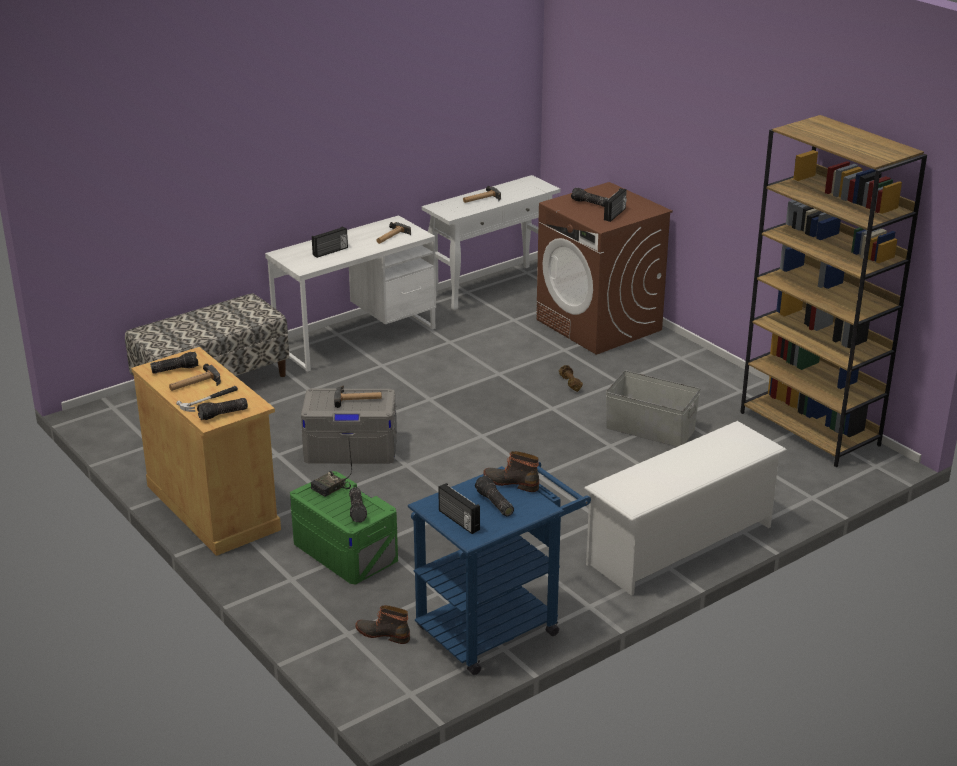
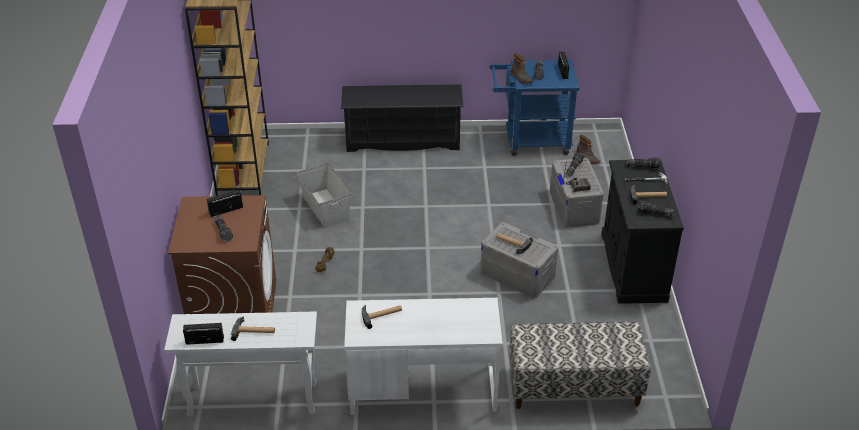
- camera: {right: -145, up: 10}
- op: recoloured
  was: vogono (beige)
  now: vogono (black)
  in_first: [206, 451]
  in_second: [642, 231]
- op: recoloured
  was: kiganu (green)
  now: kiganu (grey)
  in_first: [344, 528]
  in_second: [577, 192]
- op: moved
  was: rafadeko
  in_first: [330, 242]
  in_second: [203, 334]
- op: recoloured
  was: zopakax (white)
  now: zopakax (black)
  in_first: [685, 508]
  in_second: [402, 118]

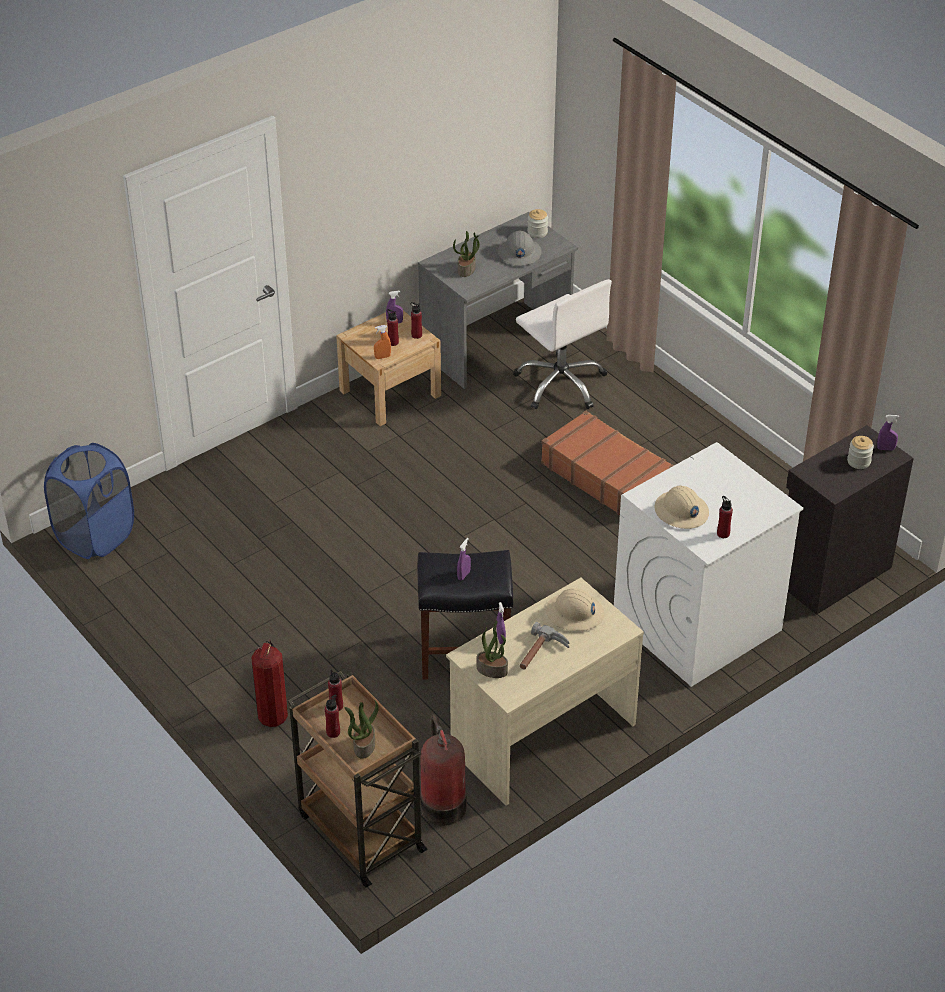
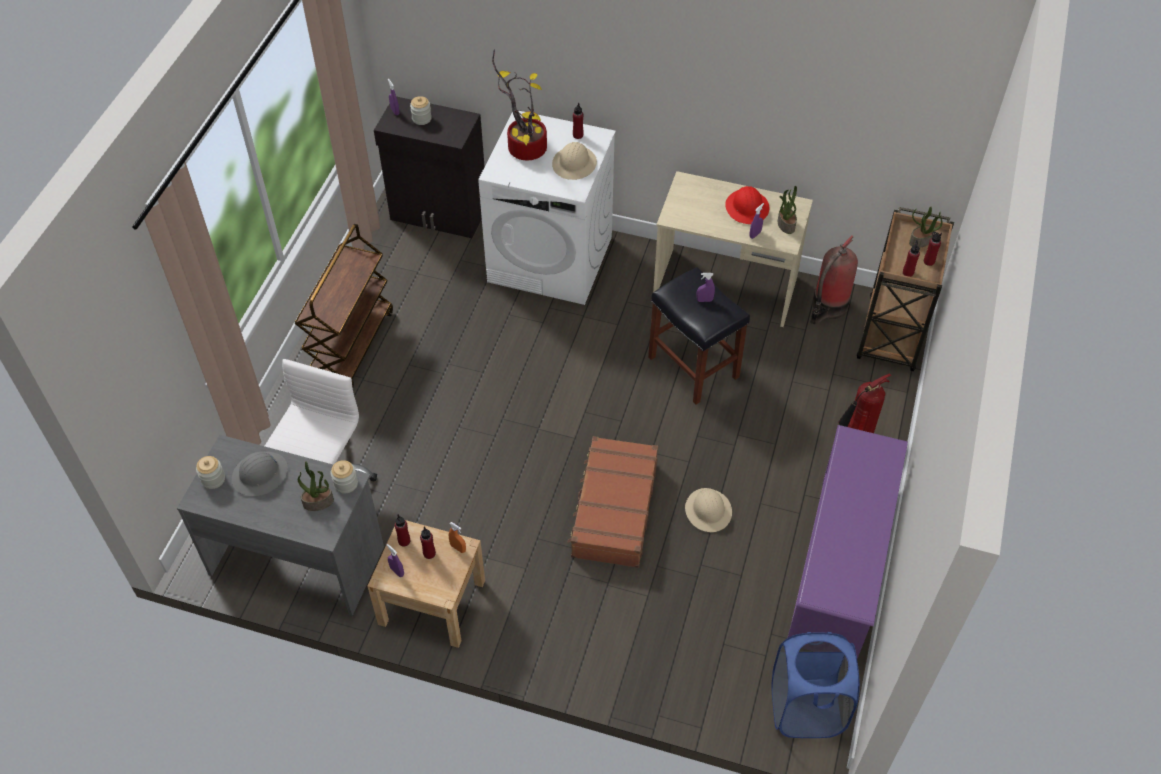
- camera: {right: -125, up: 10}
- op: replaced
  was: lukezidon
  now: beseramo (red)
  in_first: [545, 646]
  in_second: [747, 205]
- op: moved
  was: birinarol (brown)
  in_first: [607, 463]
  in_second: [612, 502]
- op: moved
  was: beseramo (beige)
  in_first: [575, 609]
  in_second: [708, 510]
- op: added
  now: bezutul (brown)
  in_second: [344, 306]
- op: added
  now: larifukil
  in_second: [344, 477]
- op: added
  now: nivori
  in_second: [519, 105]
- op: added
  now: zopakax (purple)
  in_second: [847, 542]

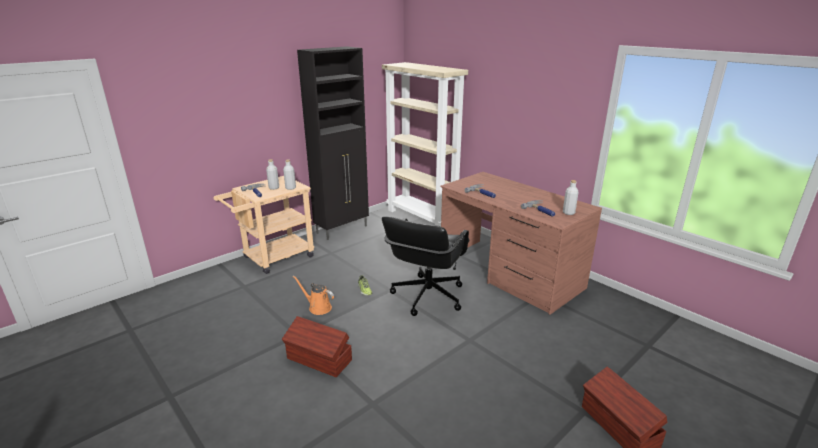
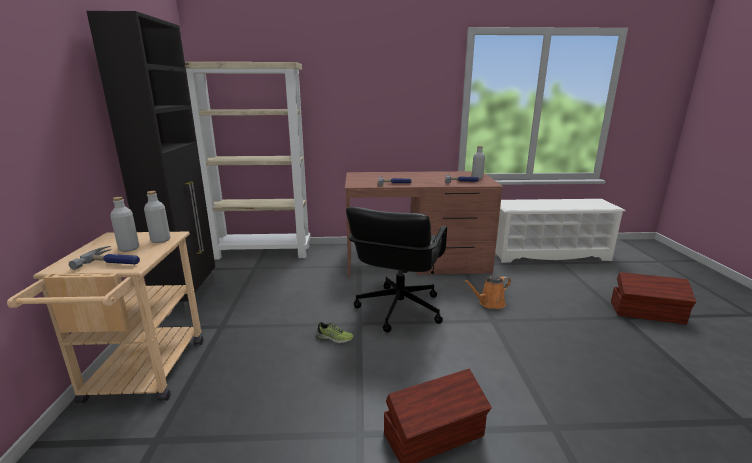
- camera: {right: -50, up: -5}
- op: moved
  was: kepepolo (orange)
  in_first: [313, 295]
  in_second: [487, 292]
- op: turned
  was: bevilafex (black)
  in_first: [425, 266]
  in_second: [396, 270]
  clockwise: 45
- op: added
  now: zopakax (white)
  in_second: [560, 231]

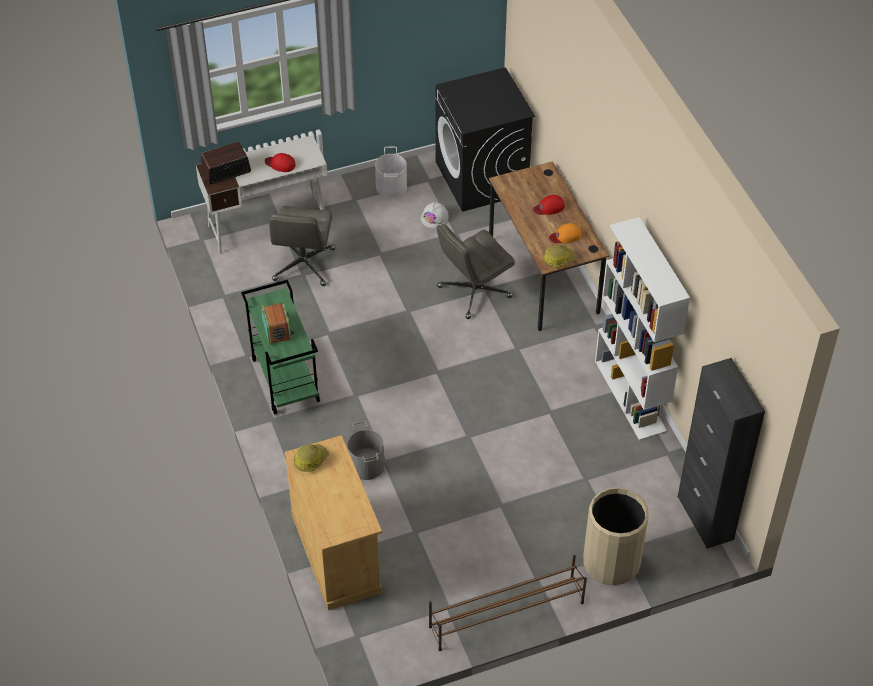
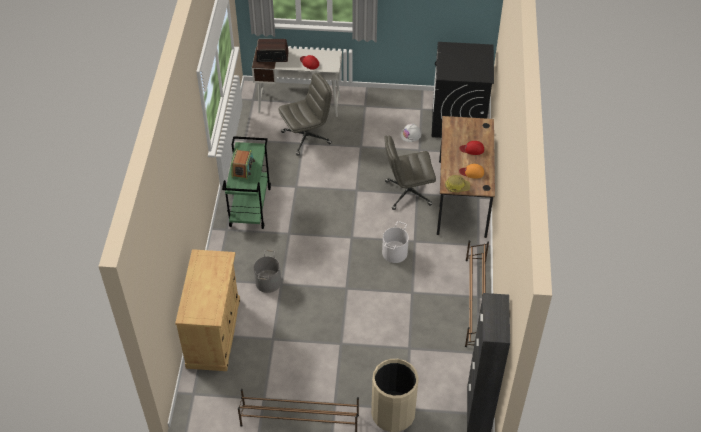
- camera: {right: 25, up: 0}
- op: turned
  was: bevilafex (grey)
  in_first: [302, 246]
  in_second: [305, 114]
  clockwise: -150
- op: removed
  was: beseramo
  in_first: [311, 458]
- op: moved
  was: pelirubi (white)
  in_first: [391, 172]
  in_second: [395, 242]
- op: replaced
  was: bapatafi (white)
  now: zopakax (brown)
  in_first: [642, 329]
  in_second: [477, 293]

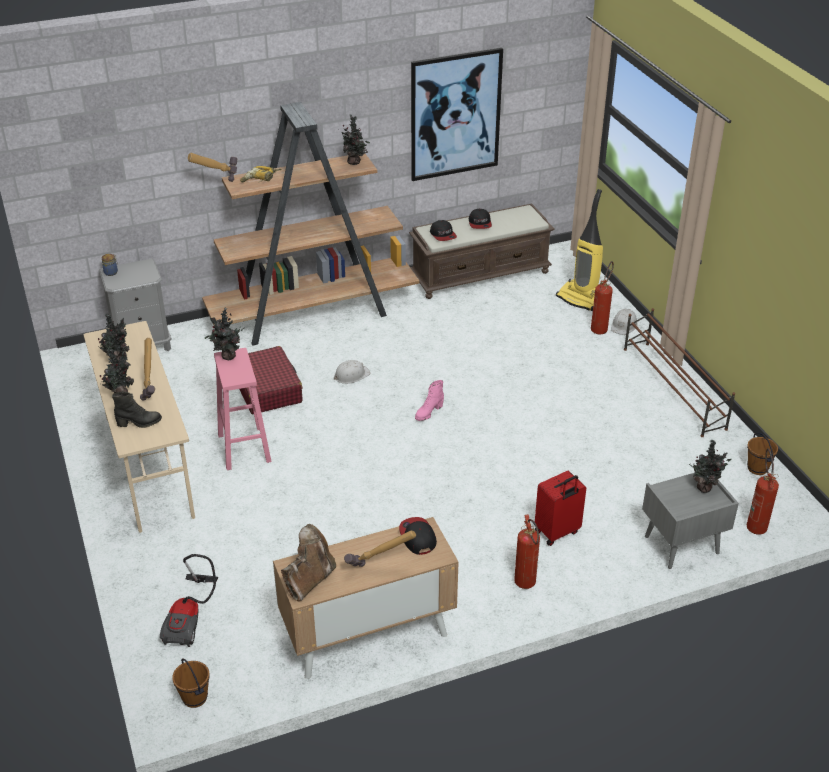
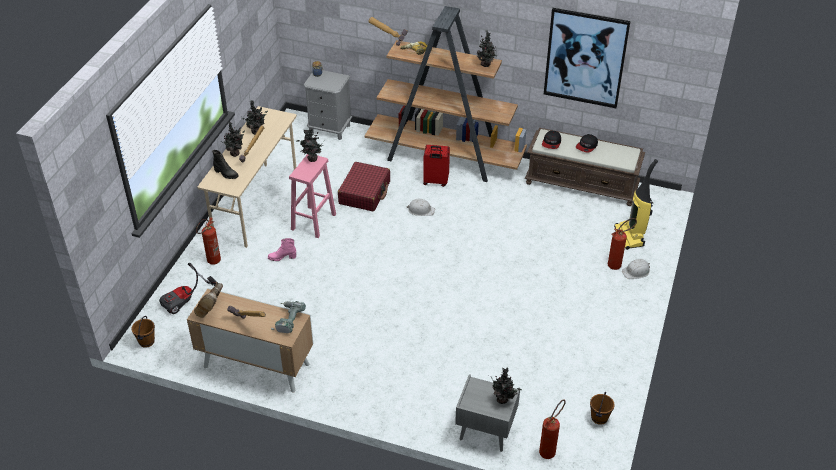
- camera: {right: 40, up: 5}
- op: turned
  was: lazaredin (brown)
  in_first: [308, 563]
  in_second: [208, 300]
  clockwise: 120
- op: replaced
  was: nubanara
  now: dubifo
  in_first: [418, 536]
  in_second: [288, 317]
- op: moved
  was: lazaredin (pink)
  in_first: [429, 400]
  in_second: [282, 249]
- op: moved
  was: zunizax
  in_first: [527, 551]
  in_second: [208, 241]
- op: moved
  was: birinarol (red)
  in_first: [560, 508]
  in_second: [436, 166]
- op: removed
  was: zopakax (brown)
  in_first: [679, 372]

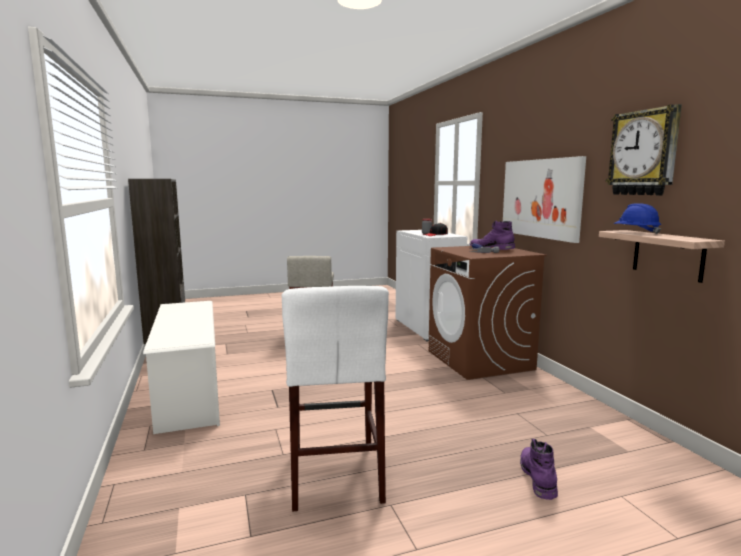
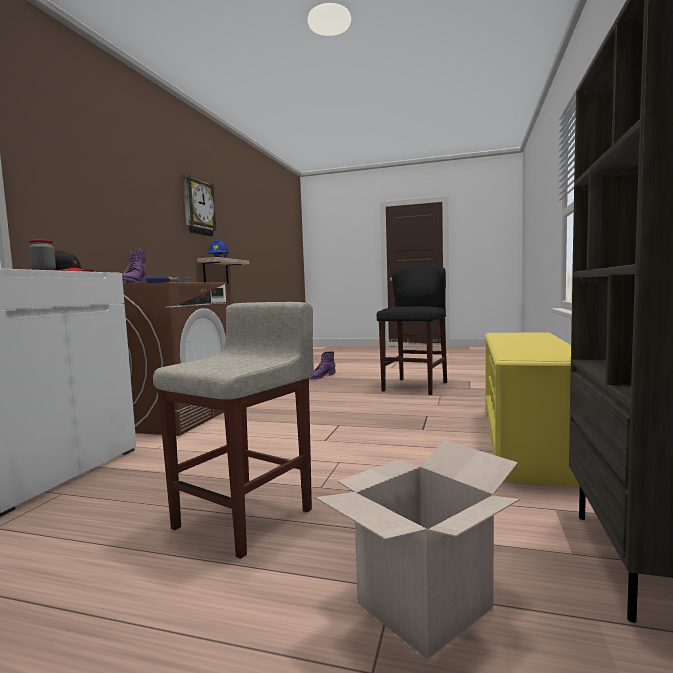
- camera: {right: -145, up: -5}
- op: recoloured
  was: zopakax (white)
  now: zopakax (yellow)
  in_first: [181, 367]
  in_second: [532, 409]
- op: recoloured
  was: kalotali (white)
  now: kalotali (black)
  in_first: [335, 398]
  in_second: [412, 330]
- op: removed
  was: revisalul
  in_first: [544, 199]
- op: added
  now: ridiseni
  in_second: [418, 550]

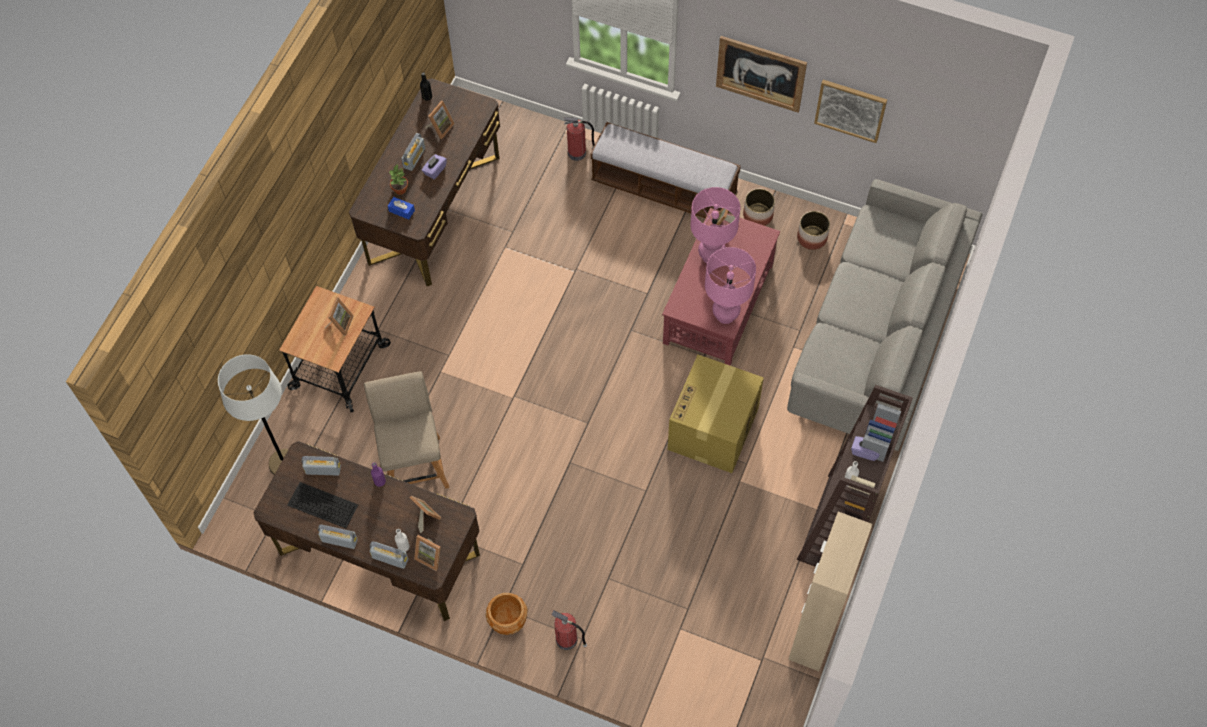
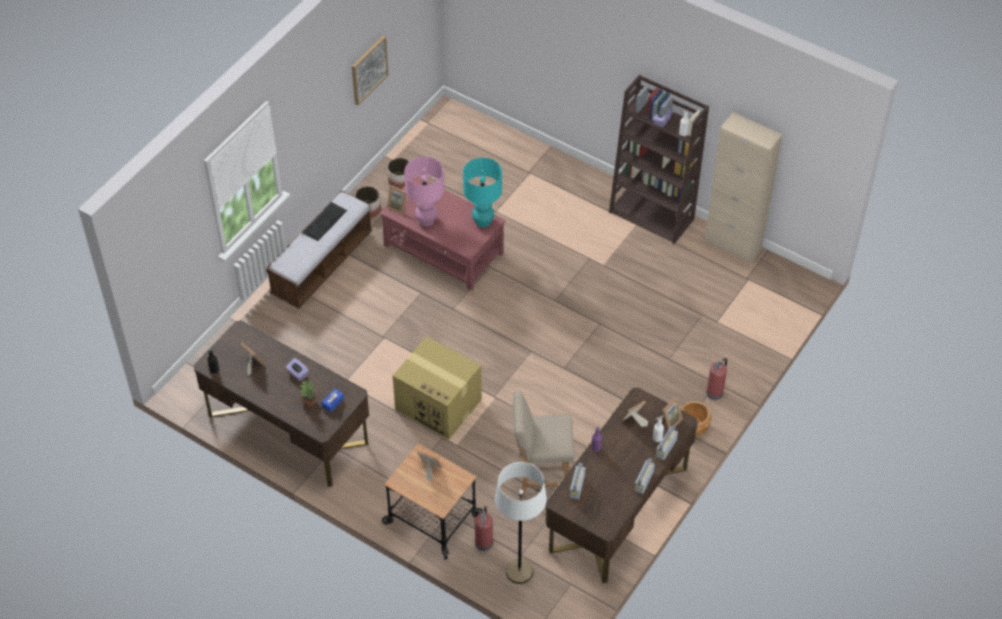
- camera: {right: -80, up: -10}
- op: moved
  was: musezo
  in_first: [322, 505]
  in_second: [324, 221]
- op: removed
  was: rafadeko
  in_first: [413, 152]
- op: moved
  was: zunizax
  in_first: [579, 139]
  in_second: [484, 528]
- op: moved
  was: ridiseni
  in_first: [716, 413]
  in_second: [437, 387]
- op: recoloured
  was: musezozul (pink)
  now: musezozul (turquoise)
  in_first: [730, 285]
  in_second: [482, 192]
- op: removed
  was: revisalul
  in_first: [761, 74]
- op: removed
  was: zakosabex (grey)
  in_first: [884, 315]

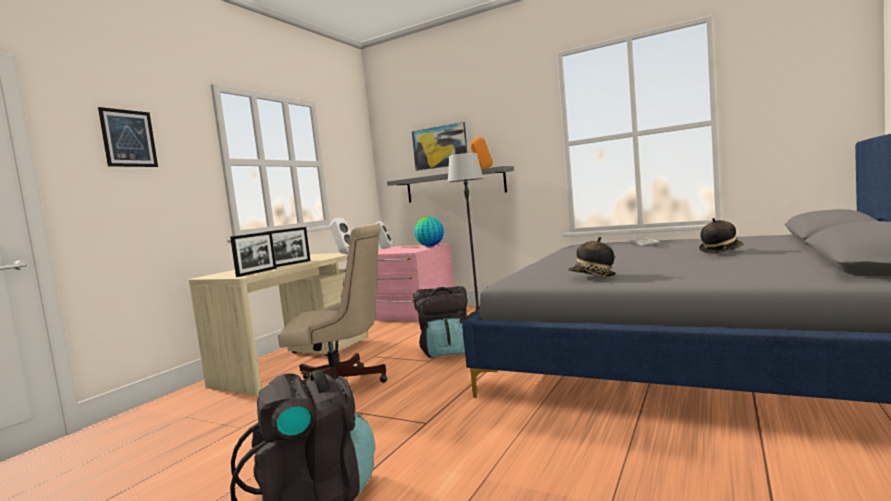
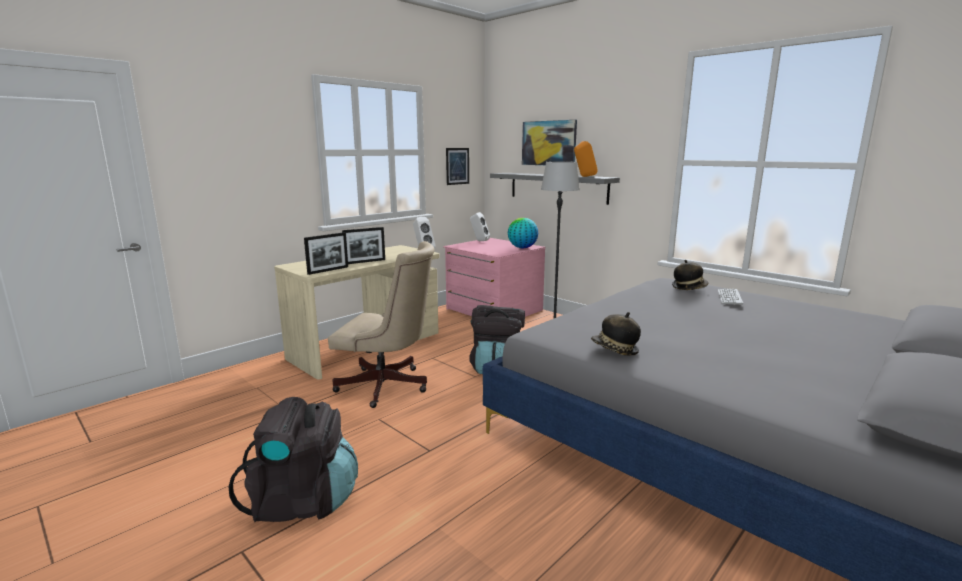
- camera: {right: 15, up: 10}
- op: moved
  was: revisalul
  in_first: [128, 137]
  in_second: [457, 166]
- op: moved
  was: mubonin
  in_first: [721, 235]
  in_second: [690, 275]

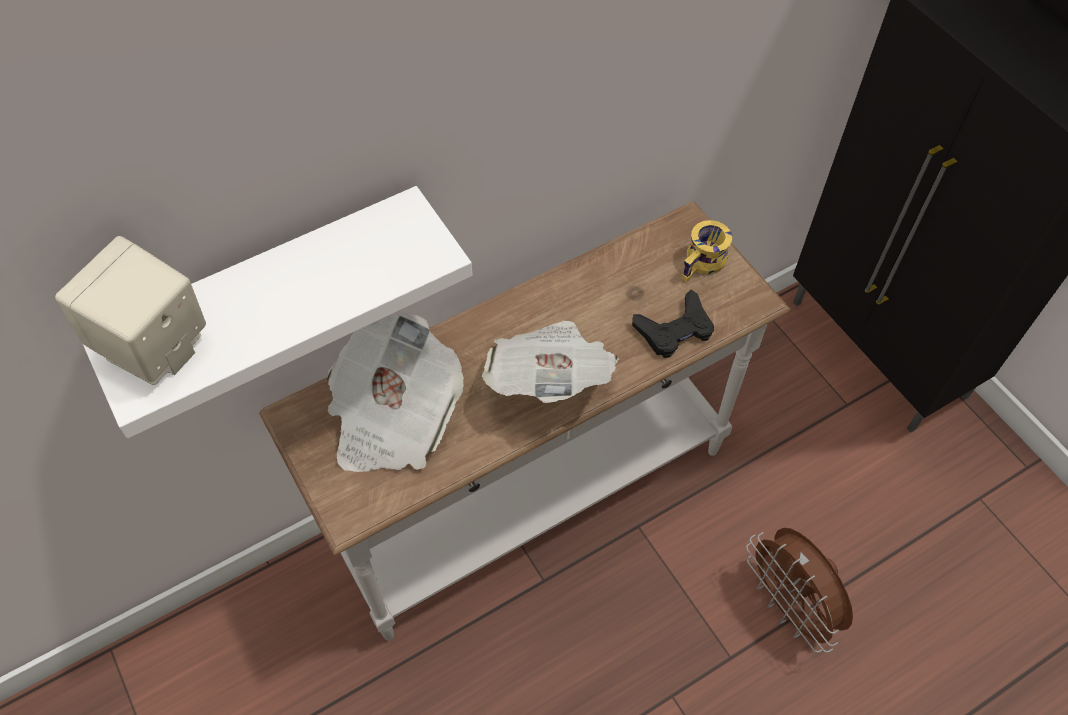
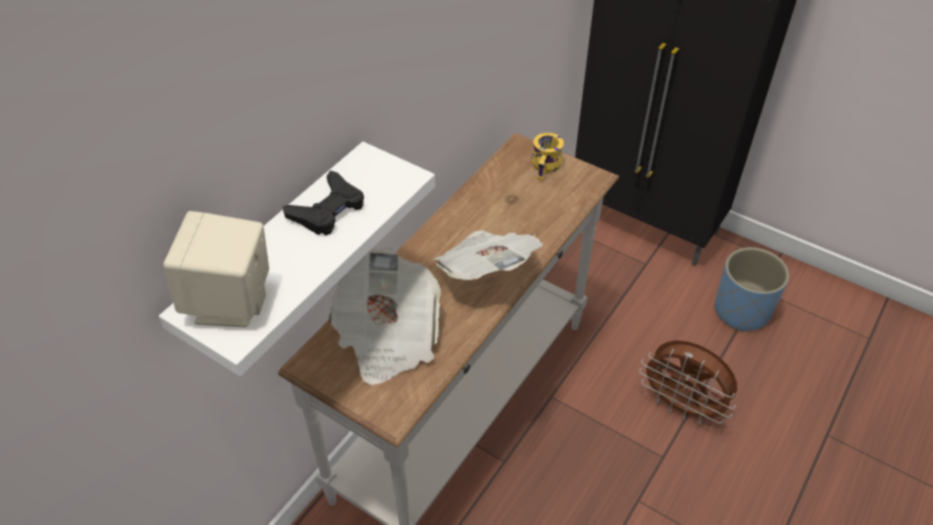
- camera: {right: -25, up: -10}
- op: moved
  was: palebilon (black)
  in_first: [673, 323]
  in_second: [323, 202]
- op: added
  now: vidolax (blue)
  in_second: [752, 289]

